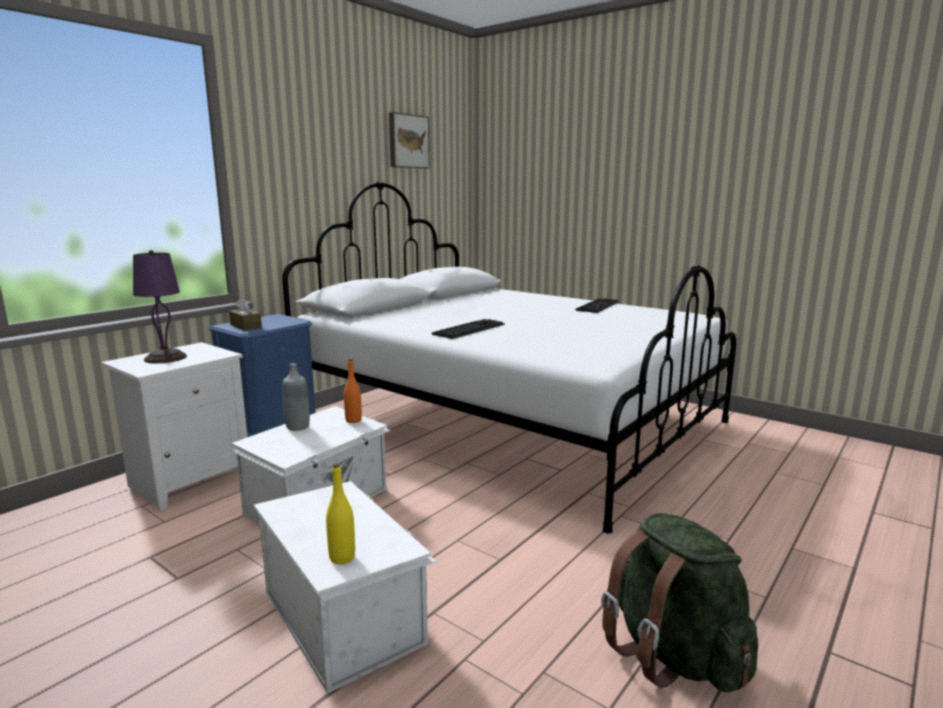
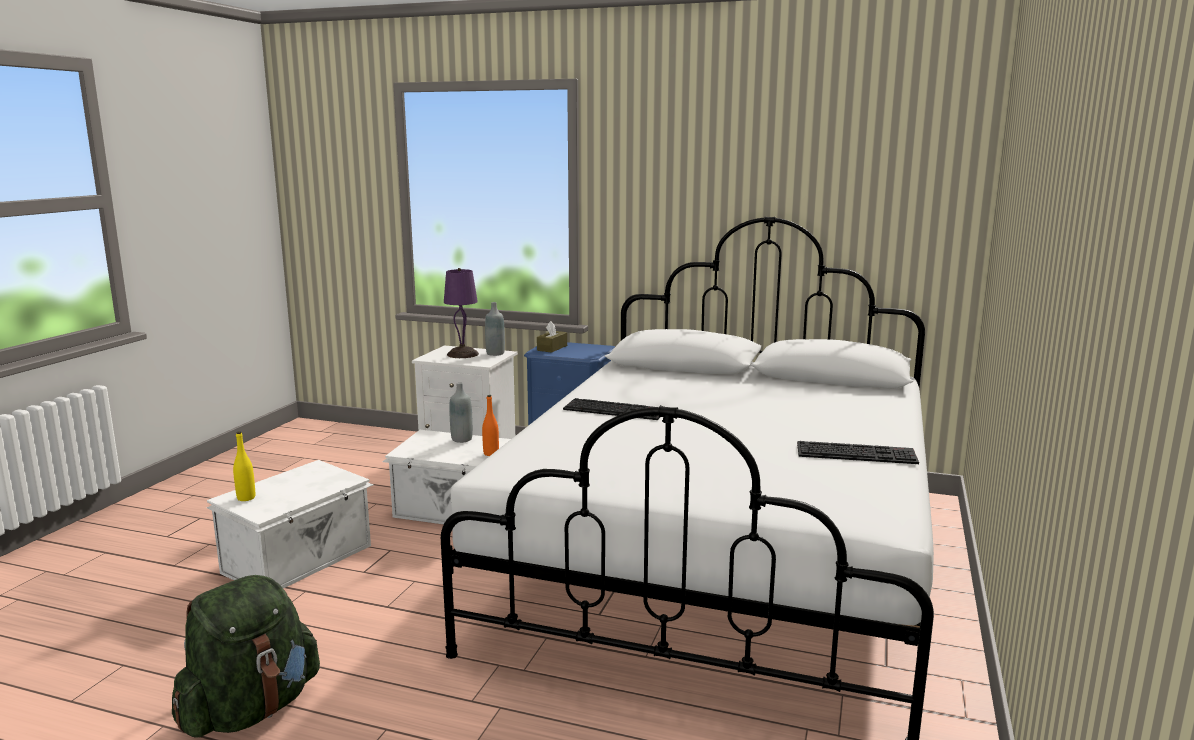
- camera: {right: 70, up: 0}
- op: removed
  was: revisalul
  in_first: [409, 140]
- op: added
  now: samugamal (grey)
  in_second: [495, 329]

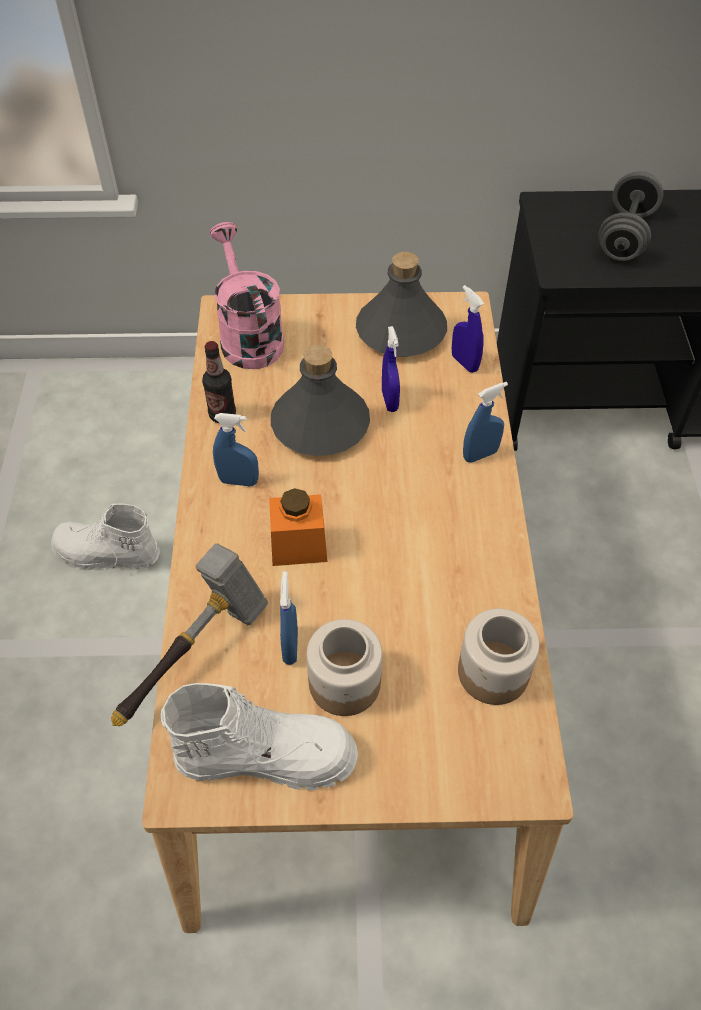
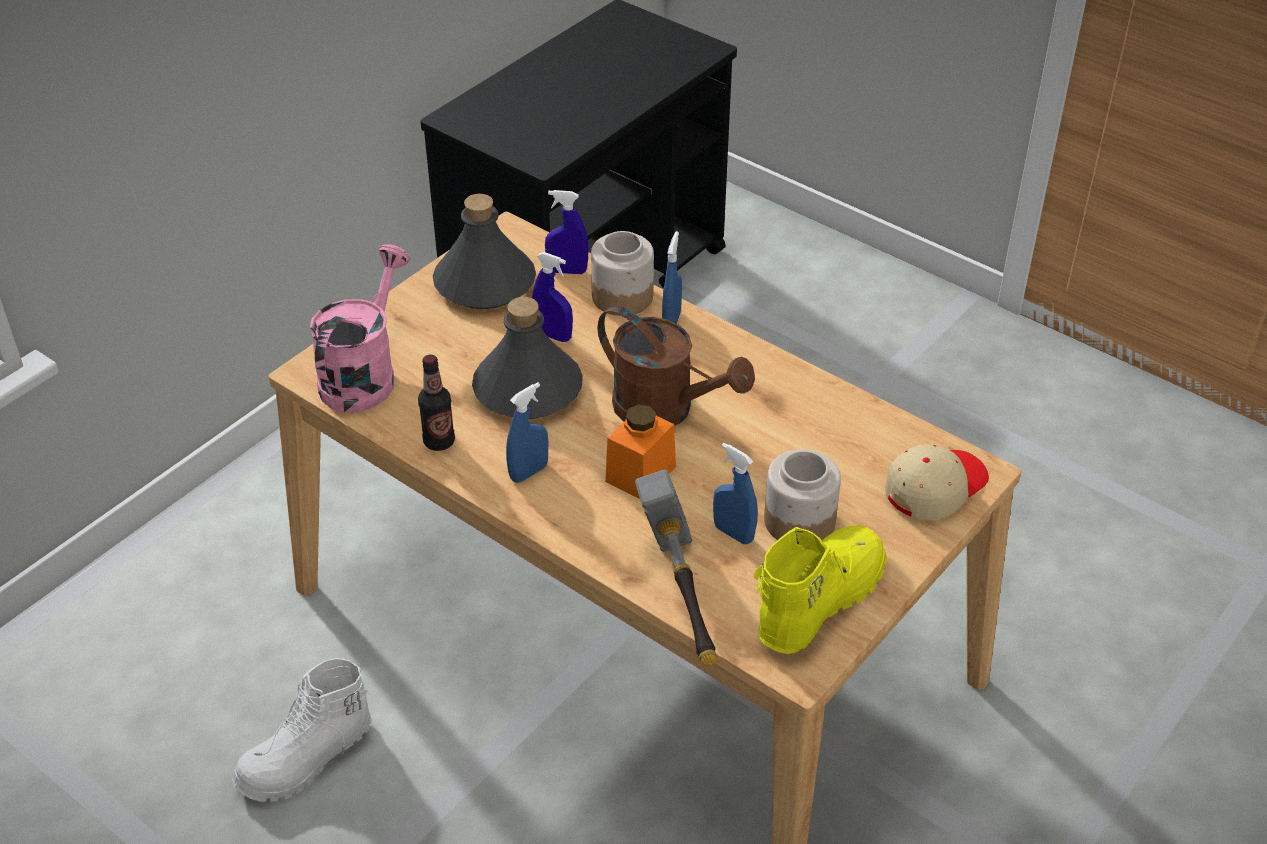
- camera: {right: -50, up: -10}
- op: recoloured
  was: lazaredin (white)
  now: lazaredin (yellow)
  in_first: [259, 737]
  in_second: [820, 589]
- op: turned
  was: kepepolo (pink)
  in_first: [247, 295]
  in_second: [360, 328]
  clockwise: 90
- op: moved
  was: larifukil
  in_first: [499, 657]
  in_second: [622, 273]
- op: removed
  was: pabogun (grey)
  in_first: [630, 216]
- op: added
  now: kepepolo (brown)
  in_second: [676, 366]
- op: added
  now: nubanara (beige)
  in_second: [937, 482]

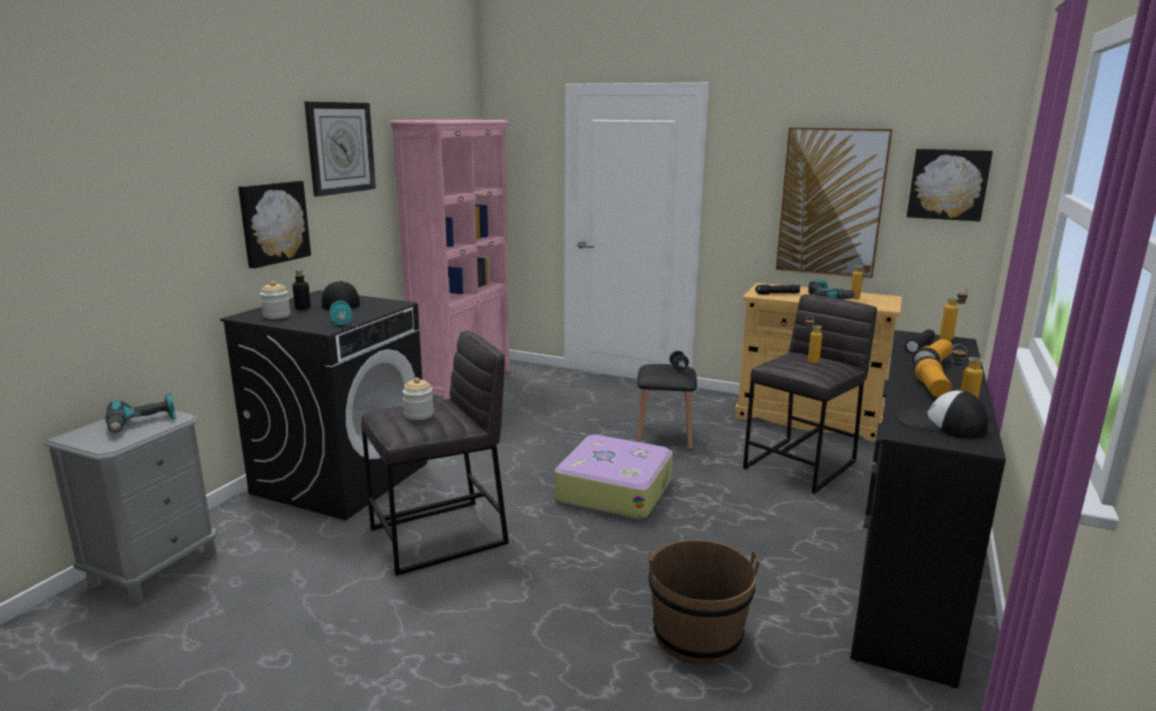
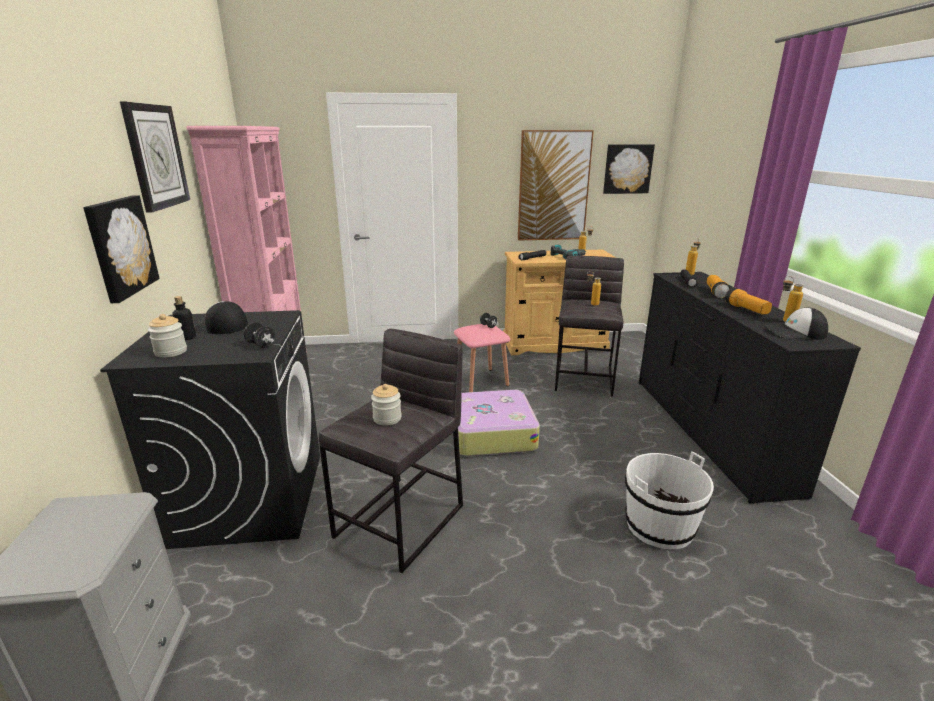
- camera: {right: -30, up: 5}
- op: removed
  was: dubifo
  in_first: [141, 413]
- op: recoloured
  was: pabogun (turquoise)
  now: pabogun (black)
  in_first: [341, 313]
  in_second: [259, 335]
- op: recoloured
  was: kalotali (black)
  now: kalotali (pink)
  in_first: [666, 407]
  in_second: [482, 358]
- op: recoloured
  was: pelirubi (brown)
  now: pelirubi (white)
  in_first: [704, 602]
  in_second: [669, 500]

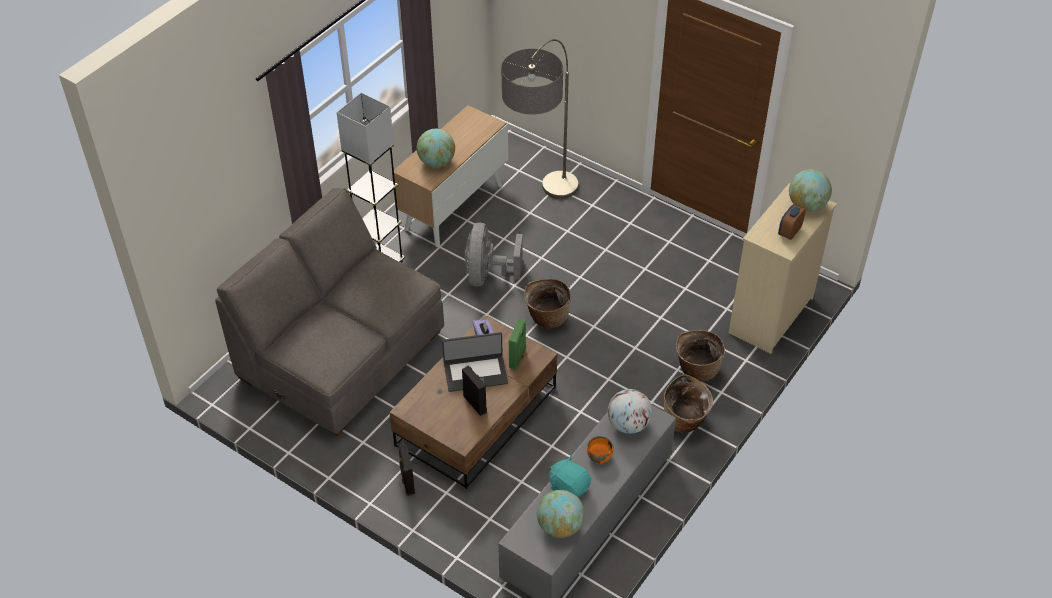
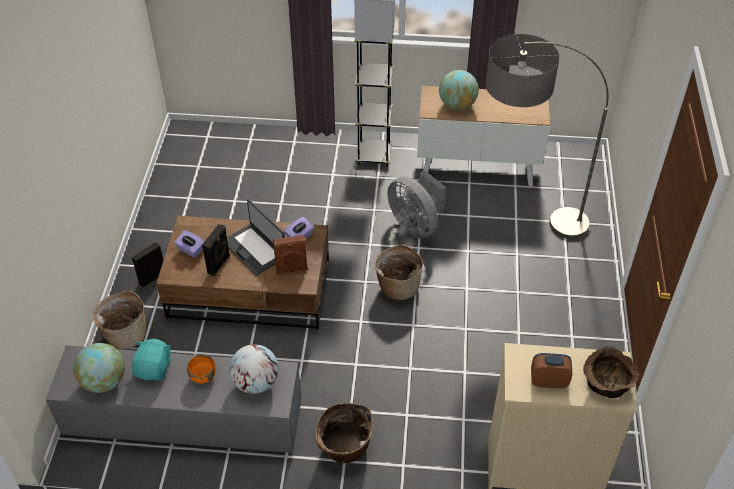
- camera: {right: 60, up: 0}
- op: removed
  was: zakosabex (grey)
  in_first: [329, 312]
- op: turned
  was: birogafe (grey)
  in_first: [494, 255]
  in_second: [416, 204]
  clockwise: -105
- op: recoloured
  was: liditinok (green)
  now: liditinok (brown)
  in_first: [517, 344]
  in_second: [290, 254]
- op: moved
  was: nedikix
  in_first: [700, 356]
  in_second: [119, 319]
- op: replaced
  was: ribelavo
  now: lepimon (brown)
  in_first: [810, 190]
  in_second: [611, 372]
- op: added
  now: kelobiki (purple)
  in_second: [189, 244]

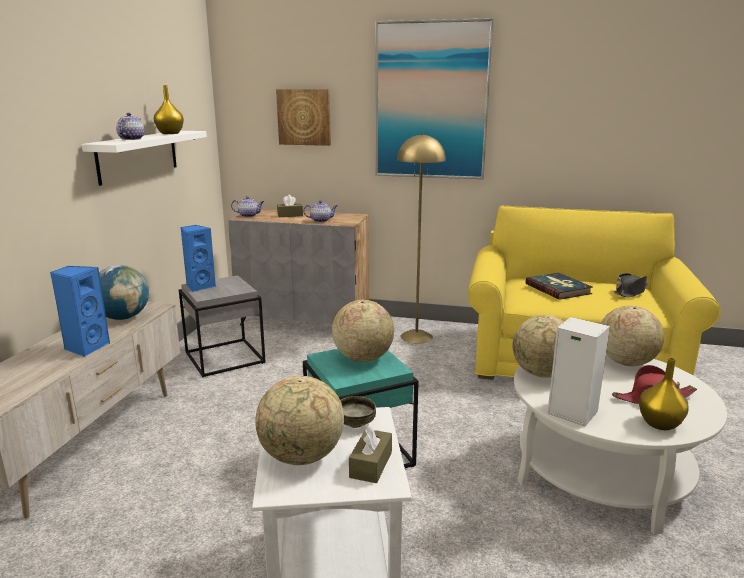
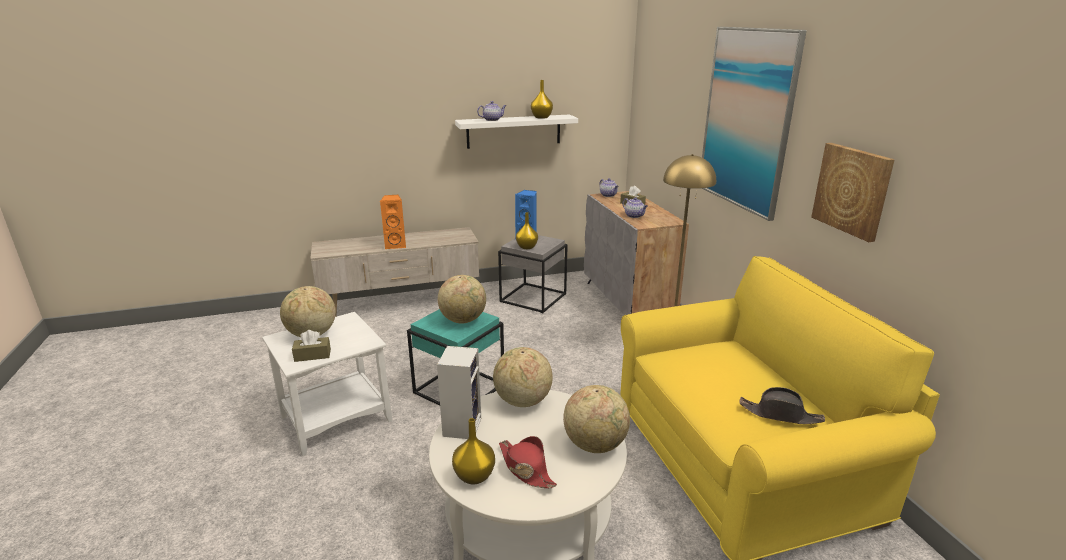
- camera: {right: 60, up: 5}
- op: recoloured
  was: liditinok (blue)
  now: liditinok (orange)
  in_first: [80, 311]
  in_second: [393, 222]
- op: removed
  was: ribelavo
  in_first: [124, 292]
- op: moved
  was: revisalul
  in_first: [303, 117]
  in_second: [853, 192]
- op: removed
  was: lepimon
  in_first: [358, 412]
- op: removed
  was: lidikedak
  in_first: [559, 286]
- op: added
  now: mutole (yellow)
  in_second: [527, 230]

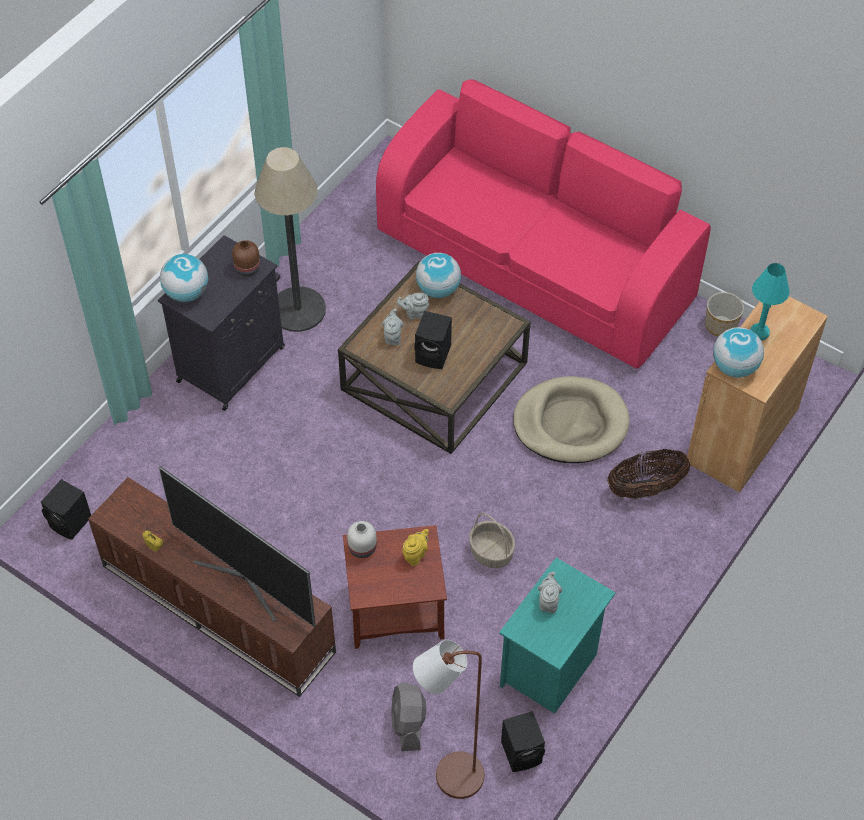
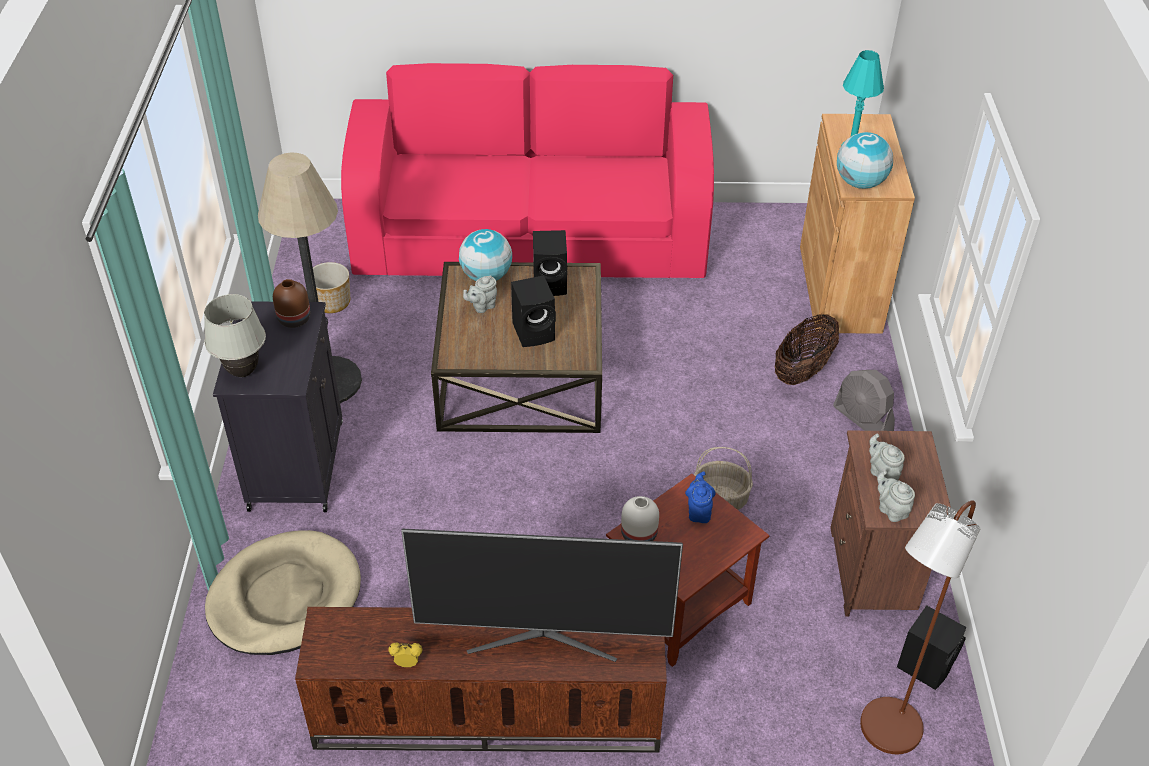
- camera: {right: -35, up: -10}
- op: moved
  was: liditinok (black)
  in_first: [66, 509]
  in_second: [550, 263]
- op: replaced
  was: ribelavo
  now: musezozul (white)
  in_first: [184, 278]
  in_second: [235, 335]
- op: moved
  was: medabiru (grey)
  in_first: [393, 327]
  in_second: [896, 496]
- op: moved
  was: birogafe (grey)
  in_first: [408, 716]
  in_second: [864, 400]
- op: recoloured
  was: medabiru (yellow)
  now: medabiru (blue)
  in_first: [415, 547]
  in_second: [700, 497]
- op: recoloured
  was: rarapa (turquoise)
  now: rarapa (brown)
  in_first: [557, 635]
  in_second: [890, 523]
- op: moved
  was: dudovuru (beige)
  in_first: [571, 419]
  in_second: [283, 592]
- op: moved
  was: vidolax
  in_first: [724, 314]
  in_second: [331, 287]

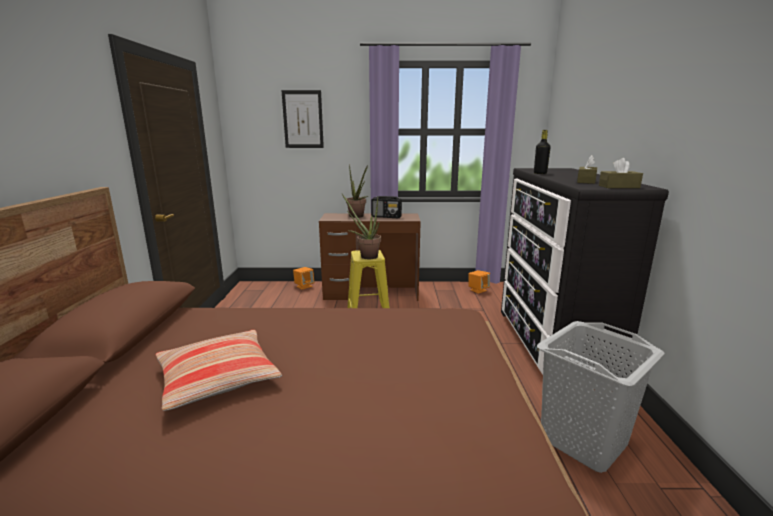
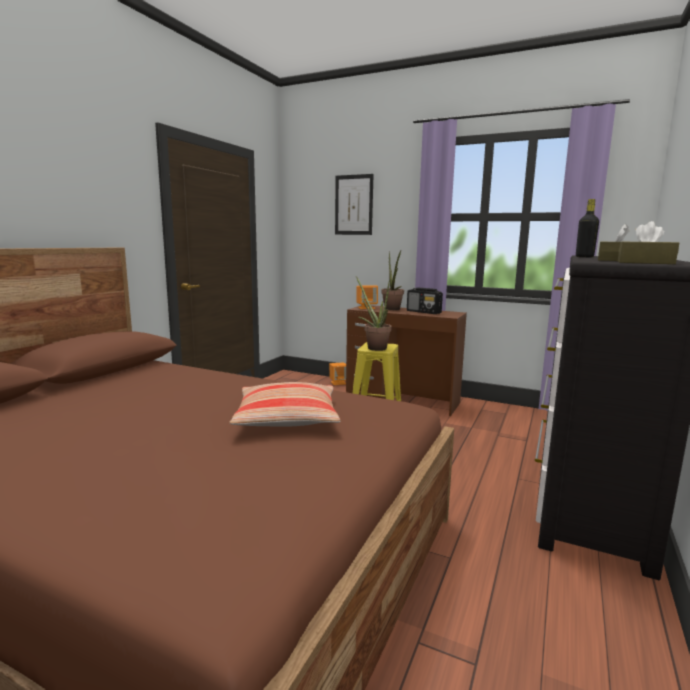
- camera: {right: 25, up: -5}
- op: moved
  was: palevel
  in_first: [219, 370]
  in_second: [285, 404]
- op: moved
  was: liditinok (orange)
  in_first: [479, 282]
  in_second: [367, 297]
- op: removed
  was: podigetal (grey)
  in_first: [601, 397]

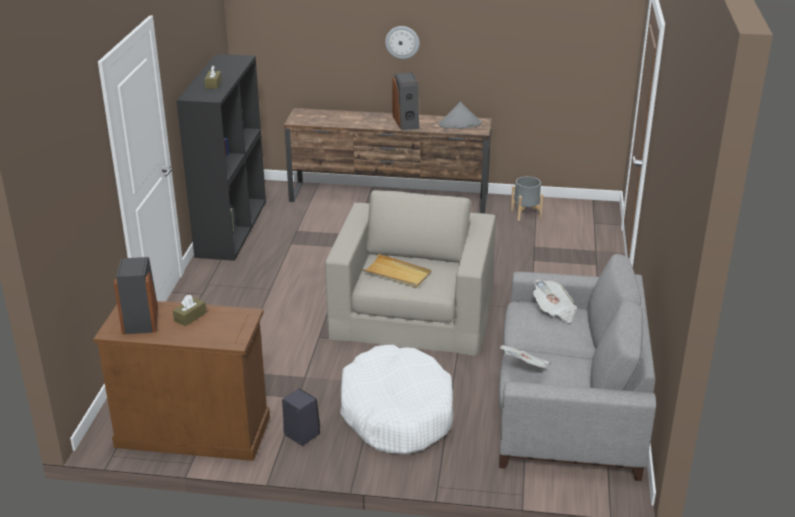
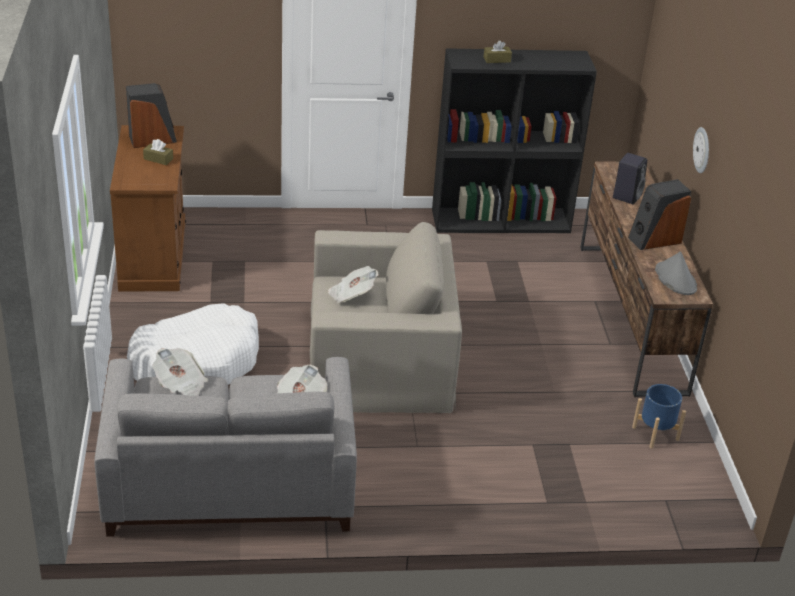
- camera: {right: 75, up: 5}
- op: moved
  was: liditinok (black)
  in_first: [301, 417]
  in_second: [630, 178]
- op: replaced
  was: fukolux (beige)
  now: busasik
  in_first: [396, 271]
  in_second: [353, 284]
- op: recoloured
  was: vidolax (grey)
  now: vidolax (blue)
  in_first: [527, 198]
  in_second: [659, 416]

